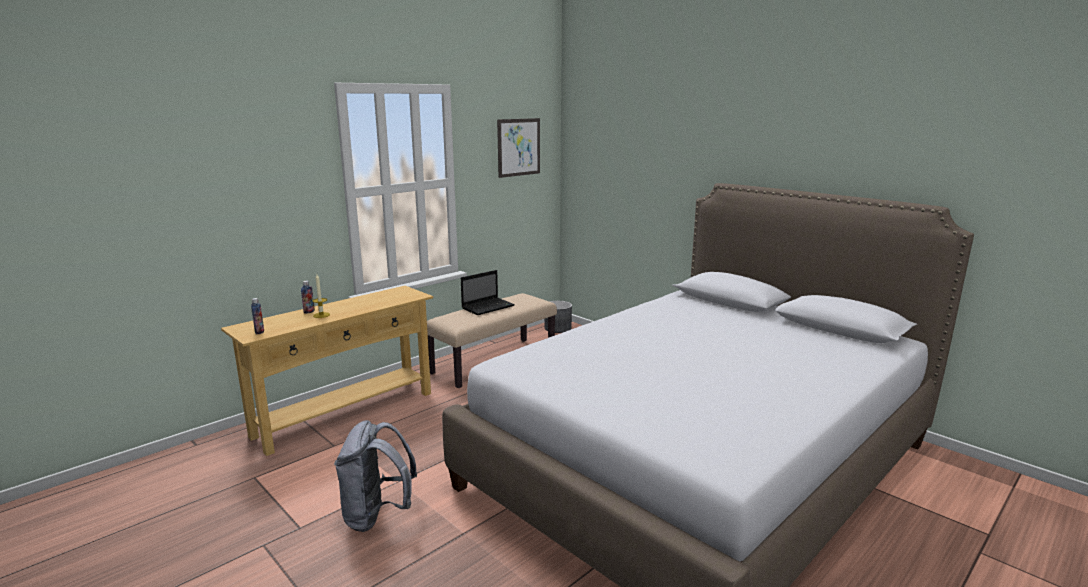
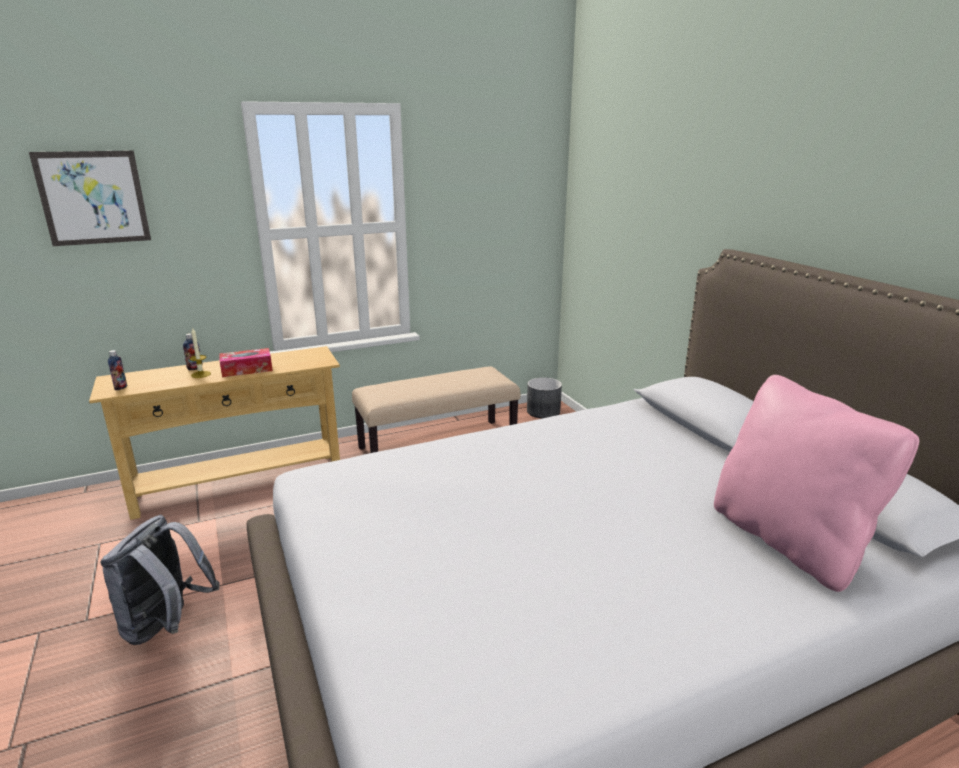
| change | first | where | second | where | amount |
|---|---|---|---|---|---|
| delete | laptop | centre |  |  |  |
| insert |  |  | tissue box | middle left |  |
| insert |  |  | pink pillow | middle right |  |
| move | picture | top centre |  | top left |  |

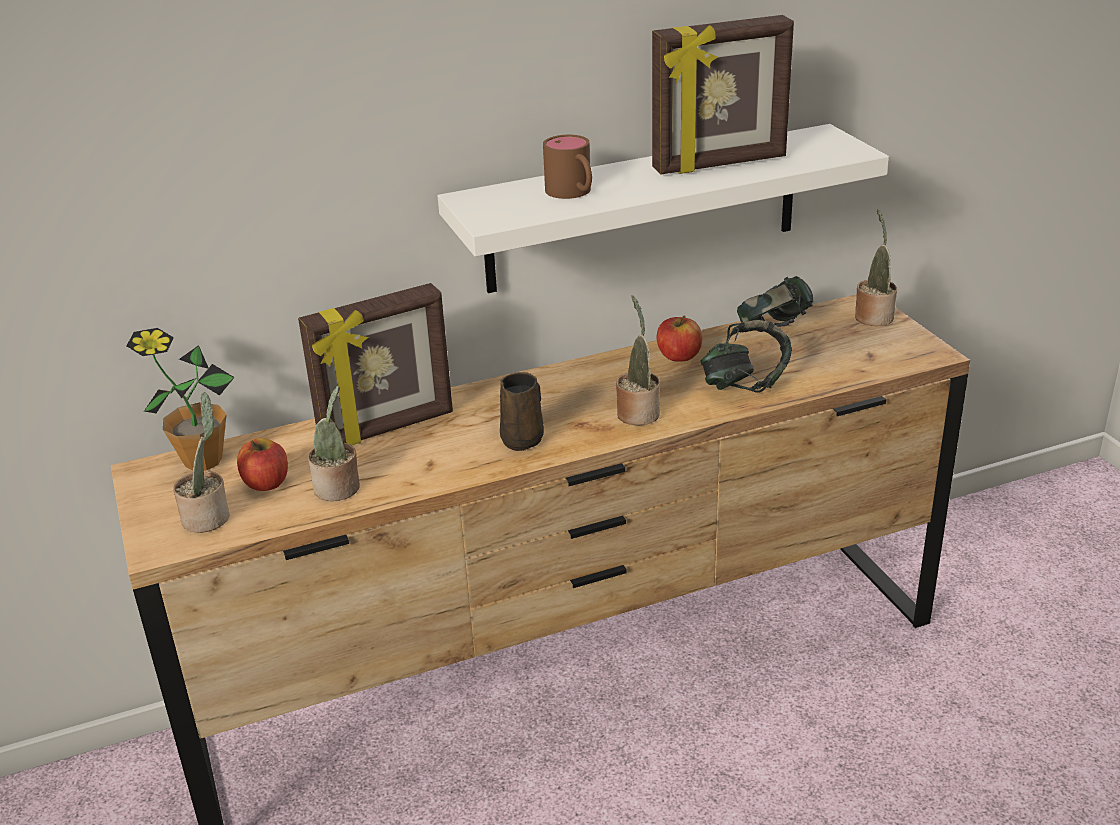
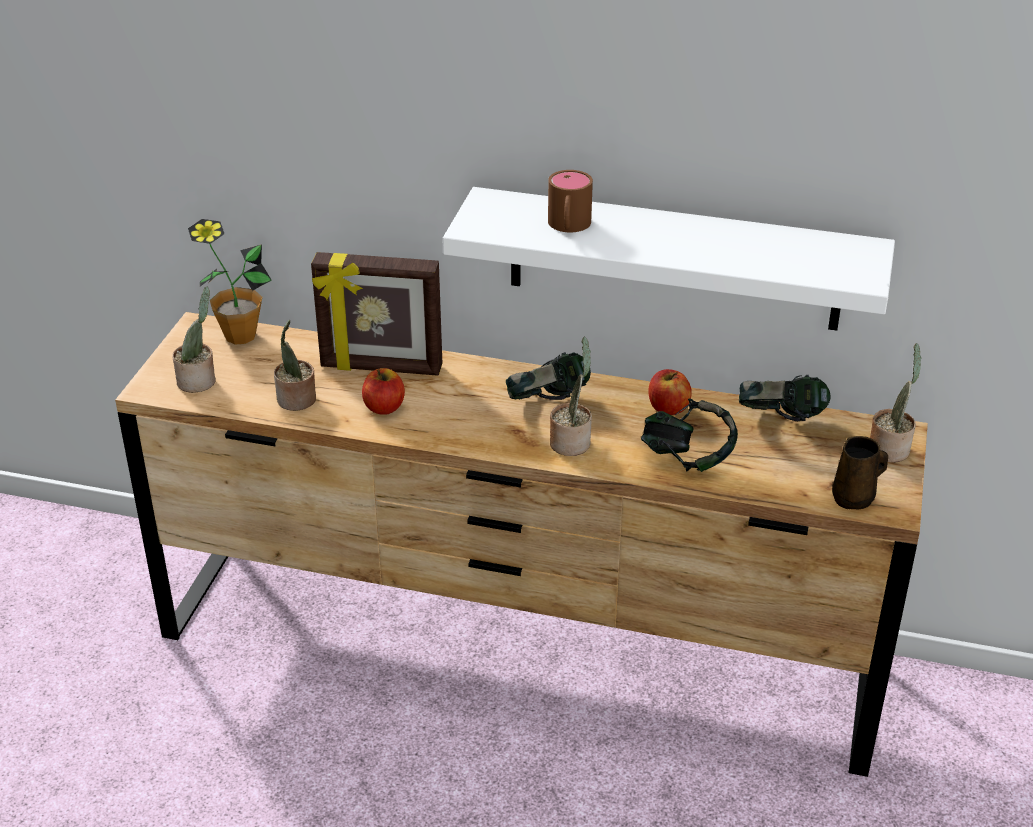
| change | first | where | second | where | amount |
|---|---|---|---|---|---|
| delete | picture frame (2nd from left) | top centre |  |  |  |
| insert |  |  | headphones (1st from left) | centre |  |
| move | apple (1st from left) | middle left |  | centre |  |
| move | brown mug (1st from left in the first image) | centre | brown mug (2nd from left) | middle right |  |

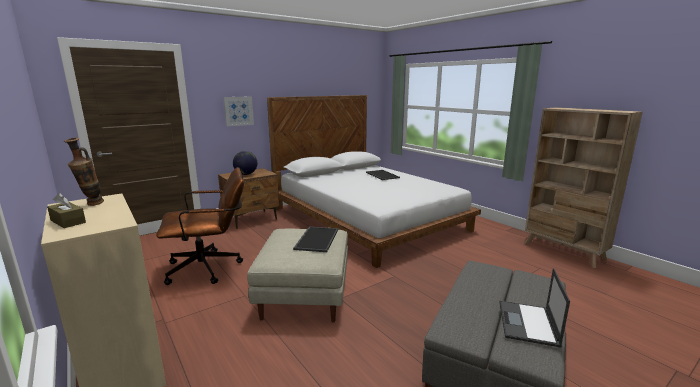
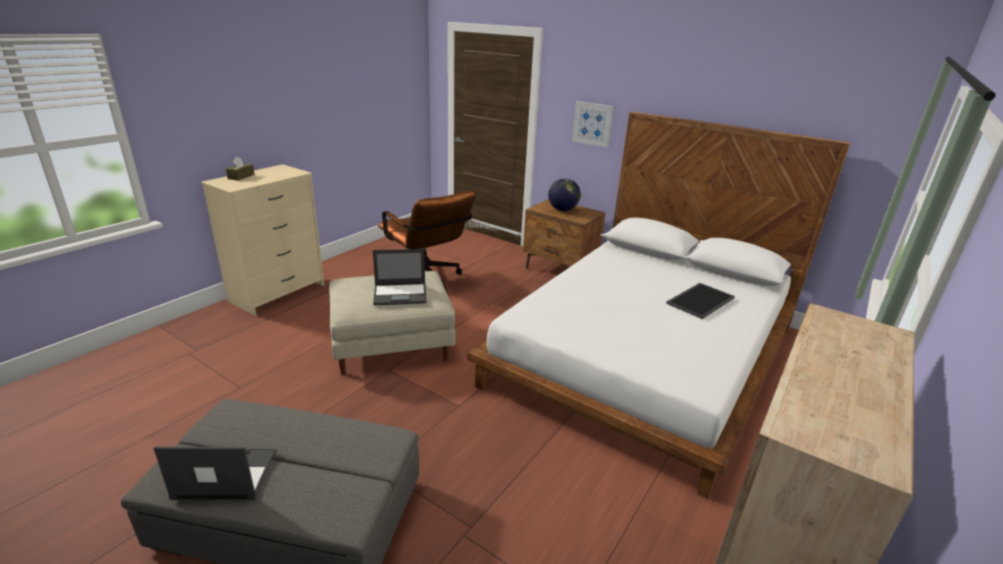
| change | first | where | second | where | amount |
|---|---|---|---|---|---|
| delete | vase | middle left |  |  |  |
| replace | tray (1st from left) | centre | laptop (2nd from left) | centre |  |

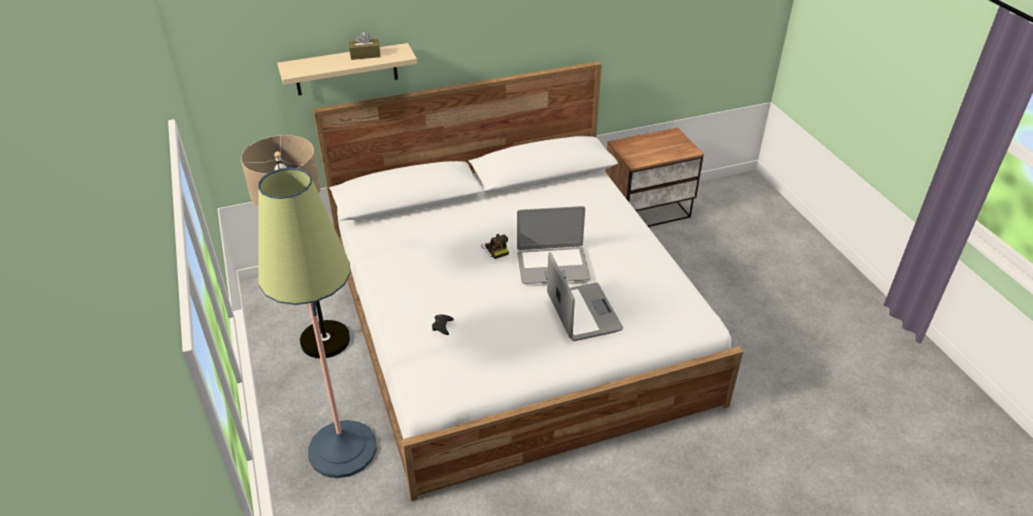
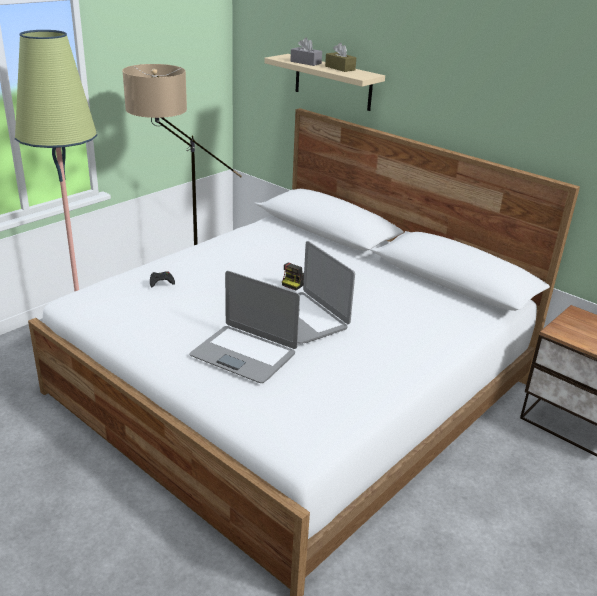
| change | first | where | second | where | amount |
|---|---|---|---|---|---|
| insert |  |  | grey tissue box | top centre |  |
| rotate | laptop (2nd from left in the first image) | centre | laptop (1st from left) | centre | 75 degrees clockwise |

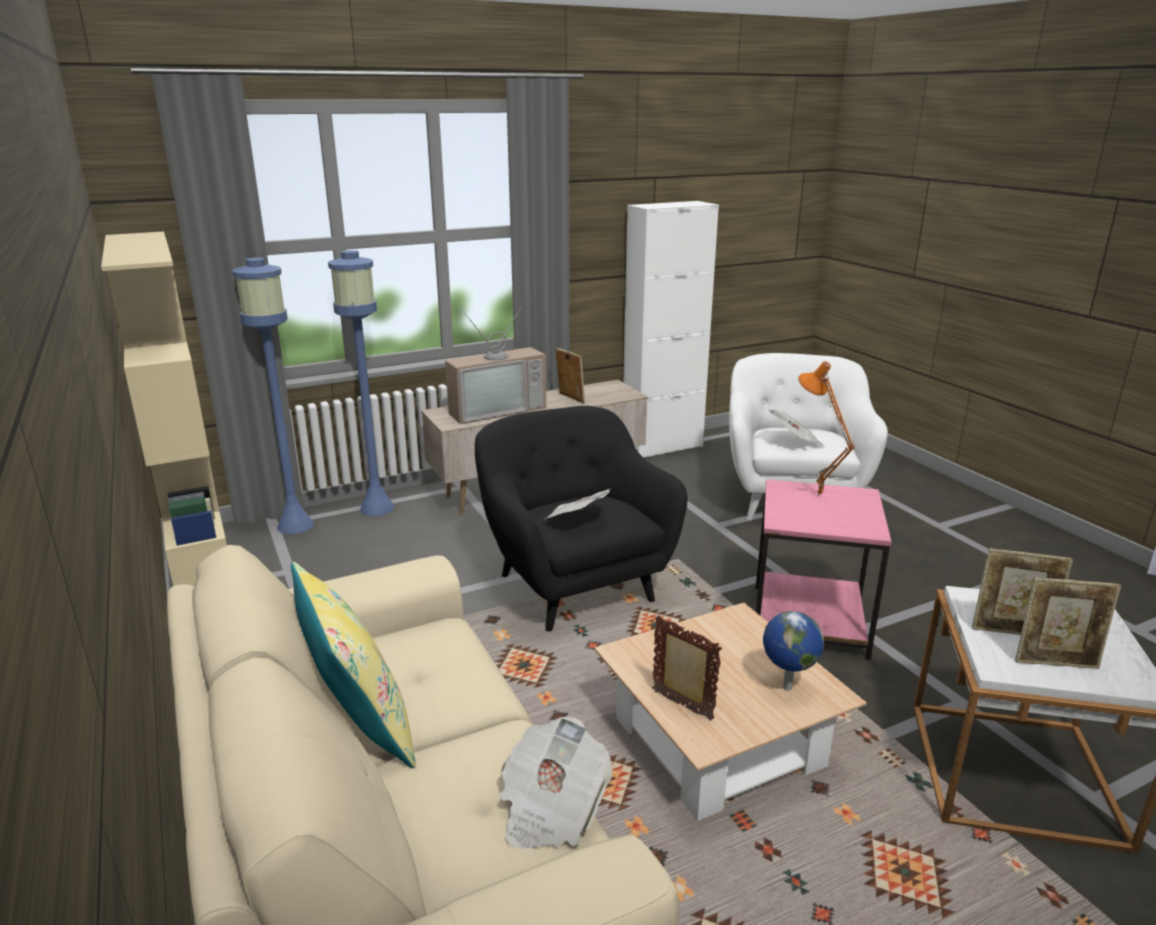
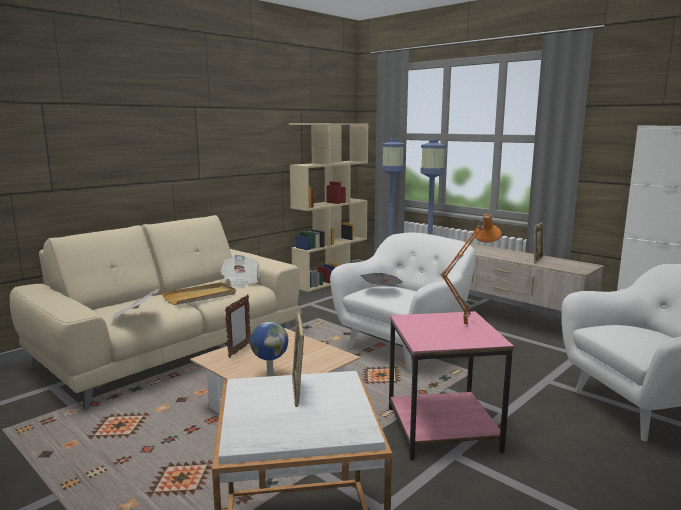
| change | first | where | second | where | amount |
|---|---|---|---|---|---|
| delete | yellow pillow | bottom left |  |  |  |
| delete | television | centre |  |  |  |
| delete | picture frame (4th from left) | bottom right |  |  |  |
| insert |  |  | beige tray | middle left |  |
| move | newspaper (3rd from left in the first image) | middle right | newspaper (2nd from left) | centre |  |
| recolor | black armchair | centre | white armchair (1st from left) | centre |  |

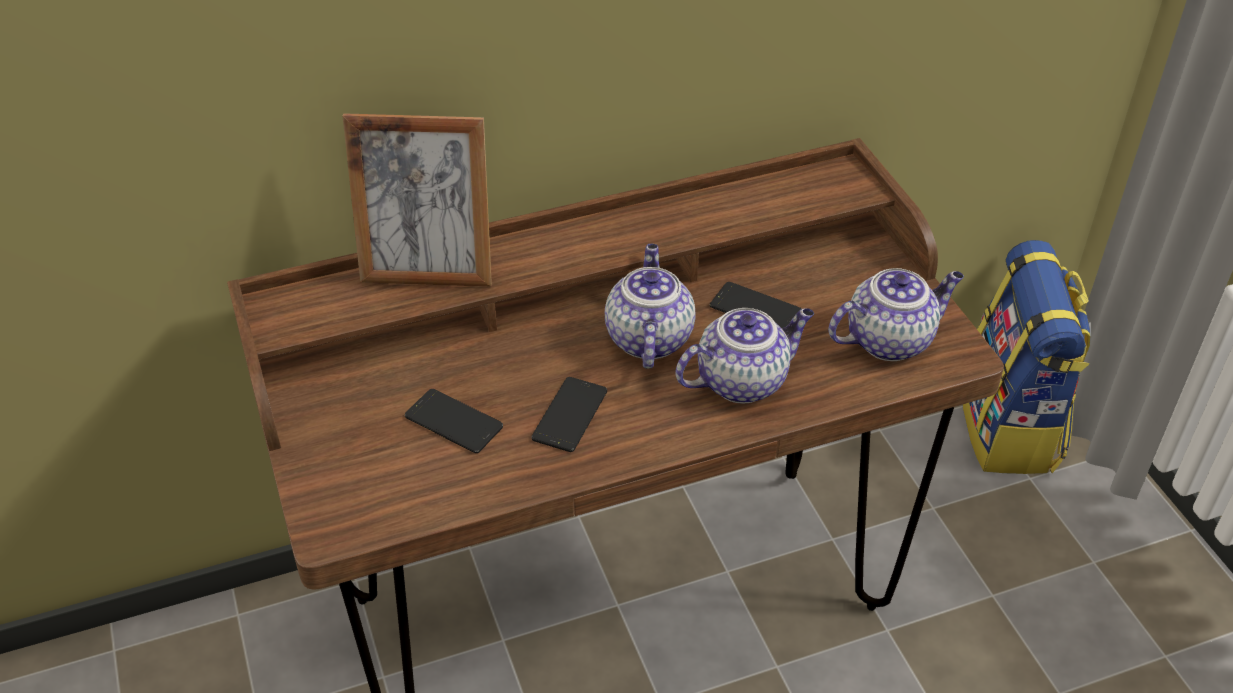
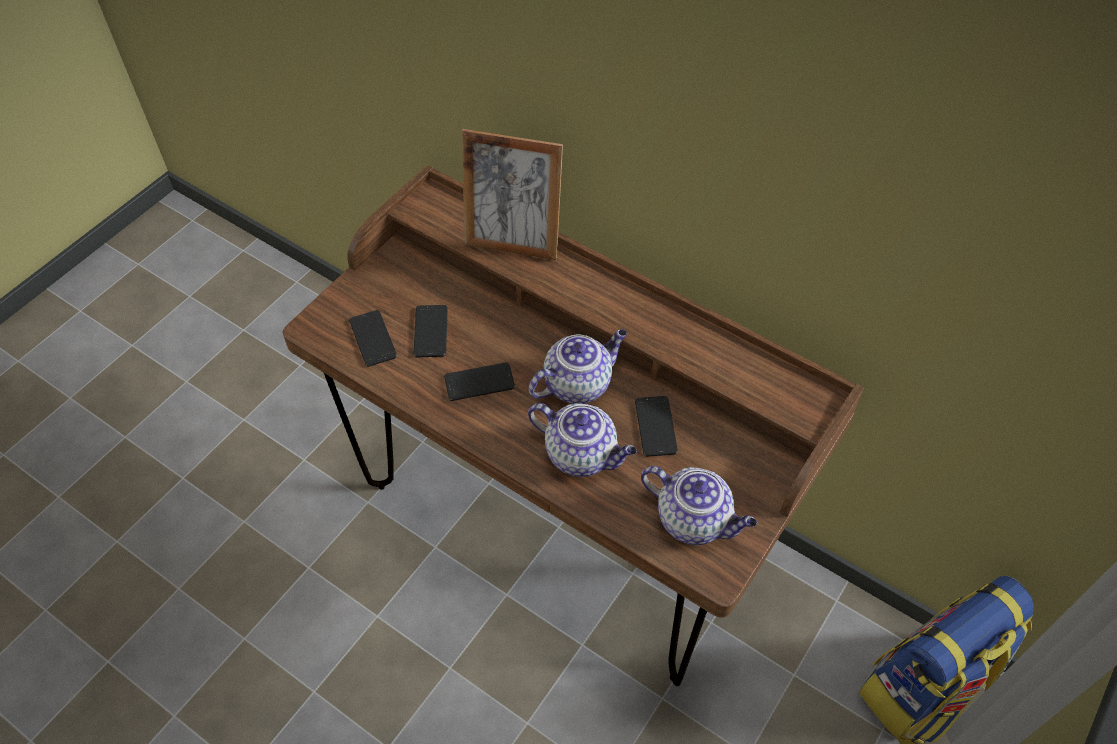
| change | first | where | second | where | amount |
|---|---|---|---|---|---|
| insert |  |  | phone (1st from left) | centre |  |
| rotate | picture frame | top centre |  | top centre | 45 degrees counterclockwise |

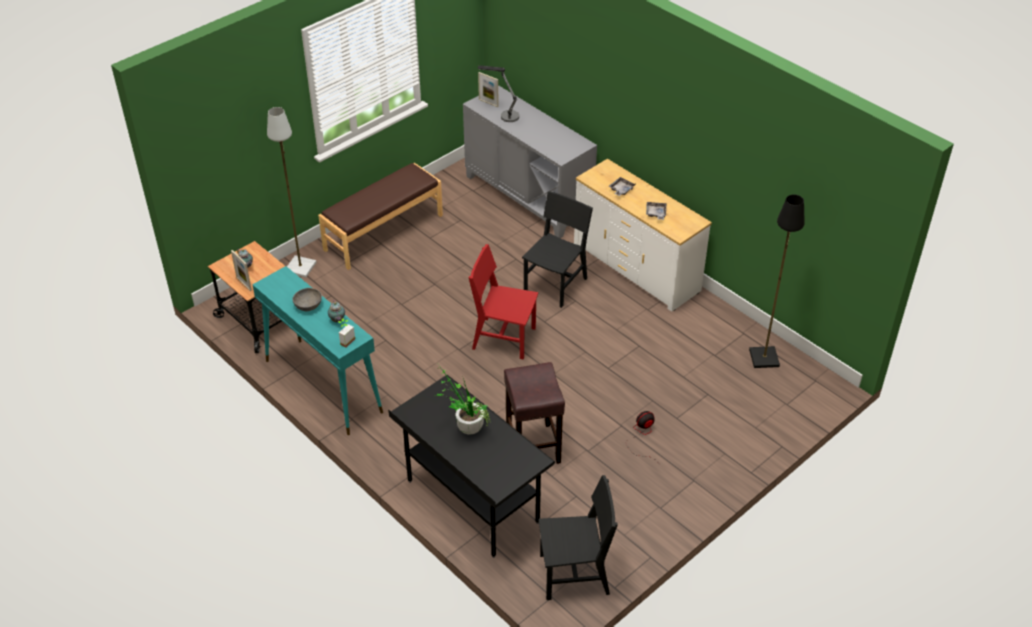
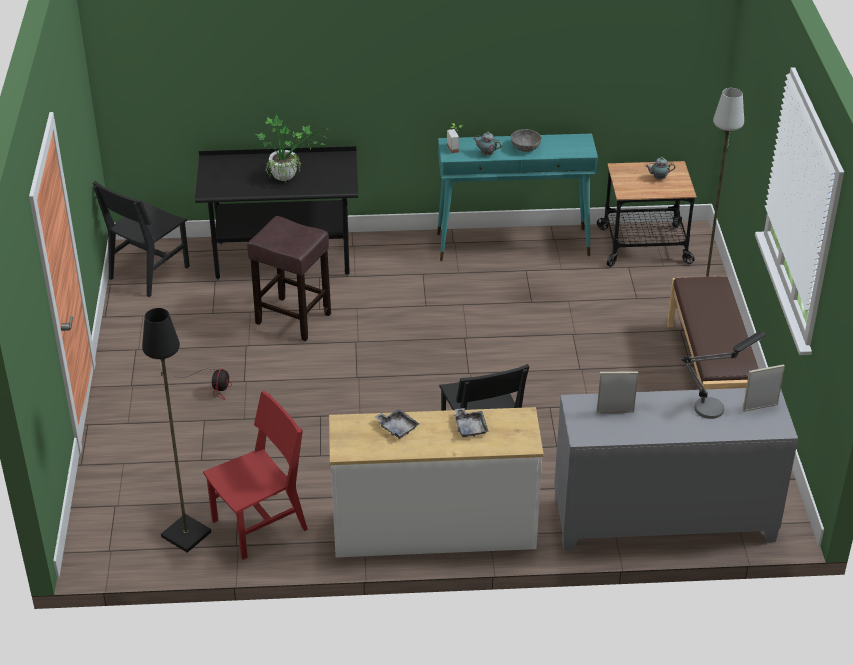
| change | first | where | second | where | amount |
|---|---|---|---|---|---|
| move | picture frame (1st from left) | middle left |  | middle right |  |
| move | red chair | centre |  | bottom left |  |

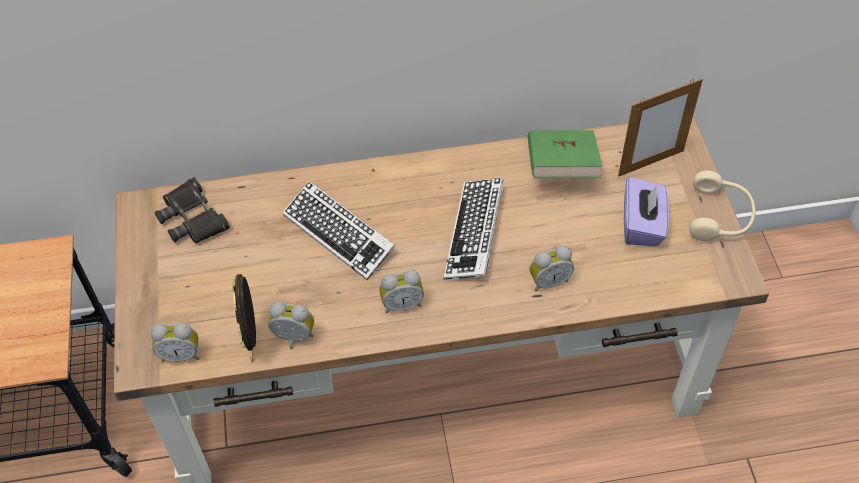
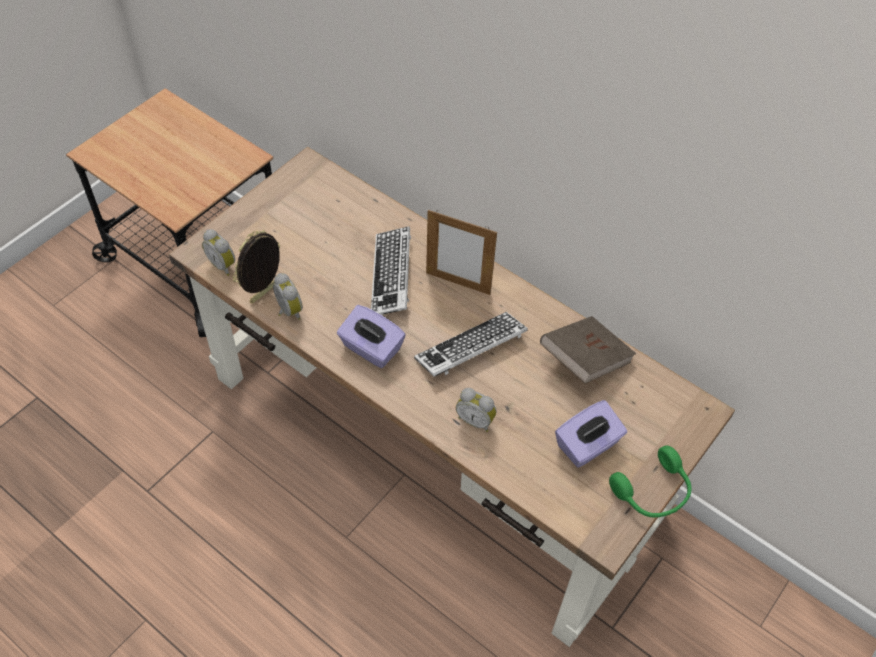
| change | first | where | second | where | amount |
|---|---|---|---|---|---|
| delete | black binoculars | middle left |  |  |  |
| move | picture frame (2nd from left) | top right |  | centre |  |
| replace | alarm clock (3rd from left) | centre | purple tissue box (1st from left) | centre |  |
| recolor | green book | top centre | brown book | middle right |  |
| recolor | beige headphones | middle right | green headphones | bottom right |  |

